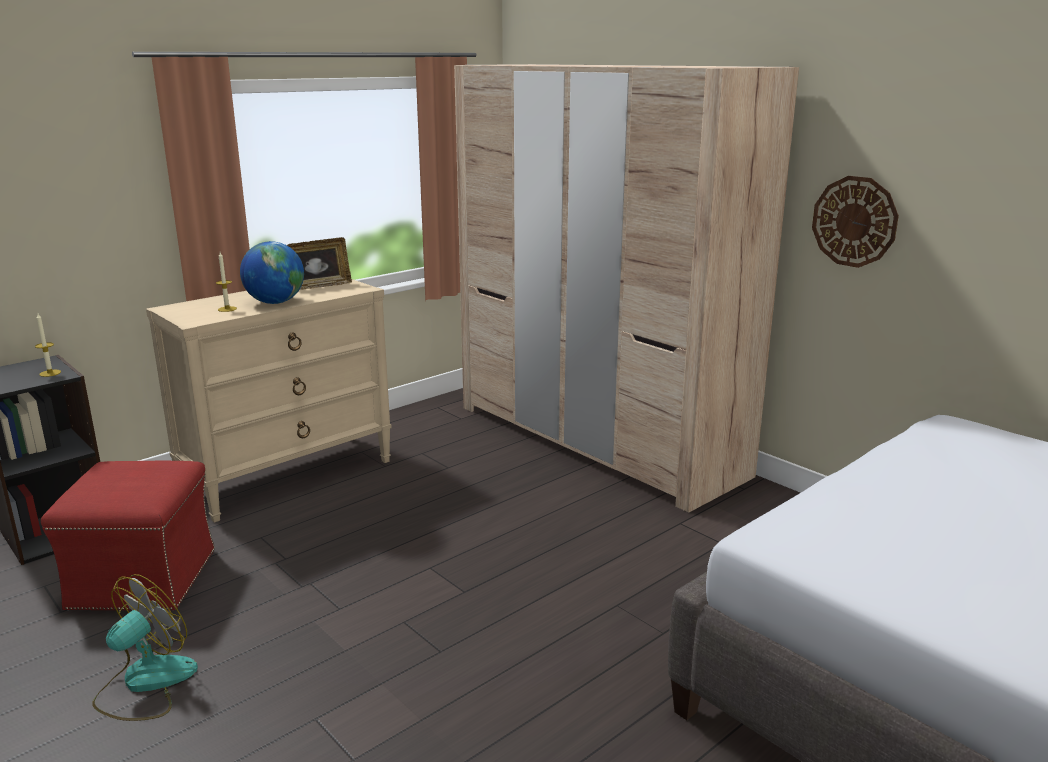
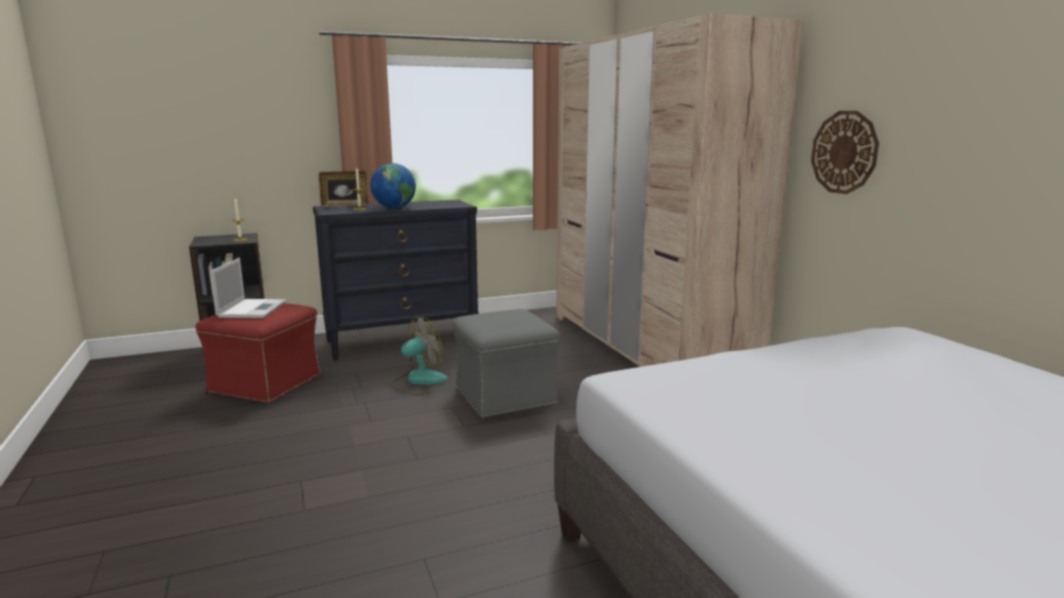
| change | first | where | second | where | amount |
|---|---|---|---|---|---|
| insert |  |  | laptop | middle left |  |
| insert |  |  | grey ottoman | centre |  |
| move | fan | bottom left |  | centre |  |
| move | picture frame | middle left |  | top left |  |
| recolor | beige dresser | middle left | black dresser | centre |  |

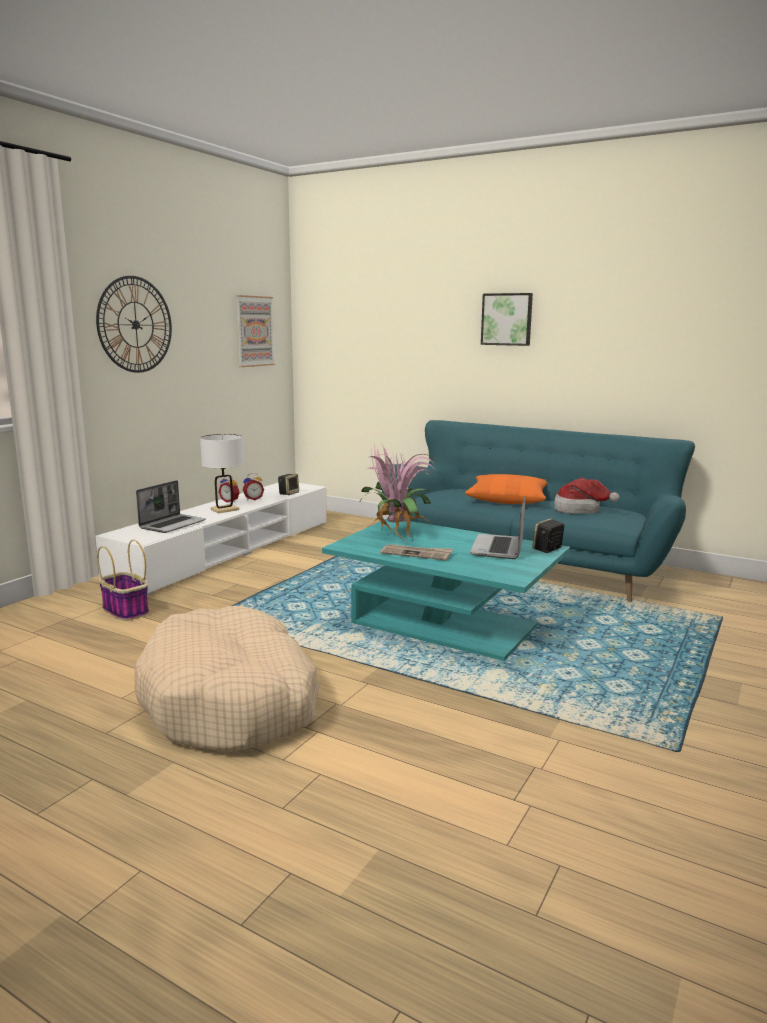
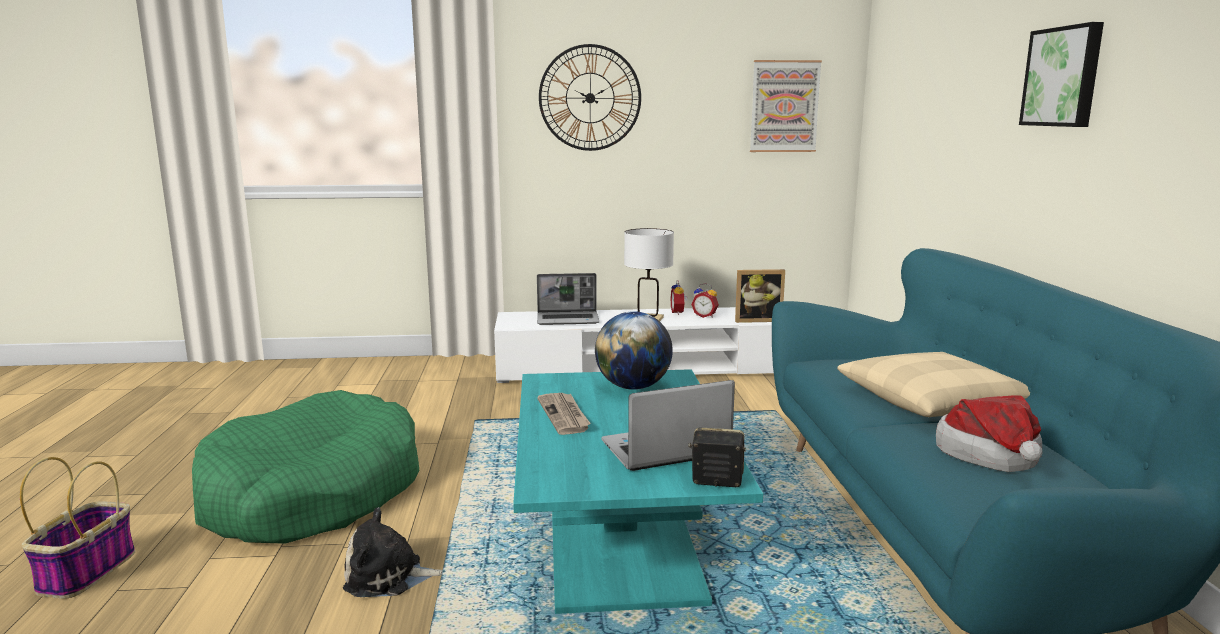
| change | first | where | second | where | amount |
|---|---|---|---|---|---|
| insert |  |  | plush toy | bottom left |  |
| move | basket | middle left |  | bottom left |  |
| replace | speaker (1st from left) | centre | picture frame | centre |  |
| replace | potted plant | centre | globe | centre |  |
| recolor | beige dog bed | middle left | green dog bed | bottom left |  |
| recolor | orange pillow | centre | beige pillow | middle right |  |

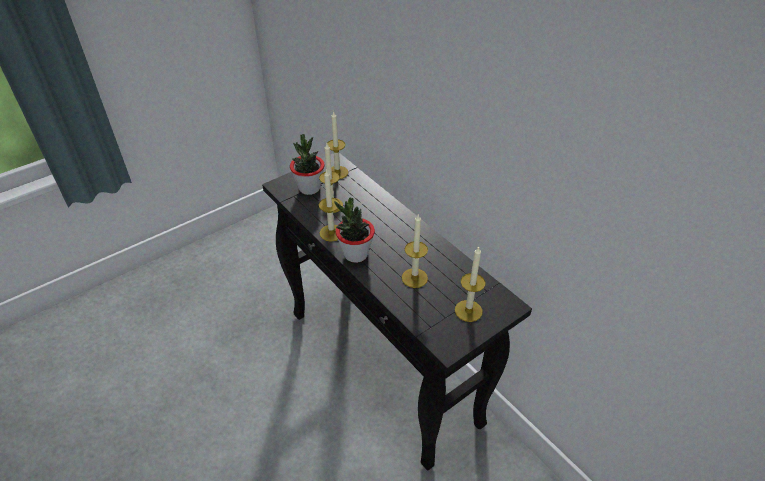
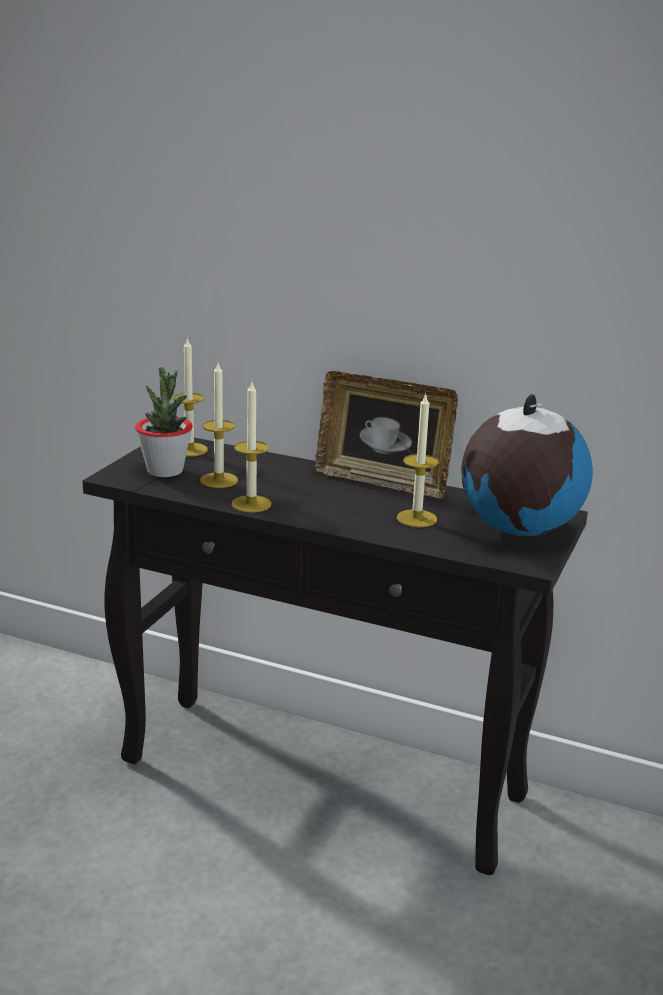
| change | first | where | second | where | amount |
|---|---|---|---|---|---|
| delete | potted plant (2nd from left) | centre |  |  |  |
| insert |  |  | picture frame | centre |  |
| replace | candle (5th from left) | centre | globe | middle right |  |

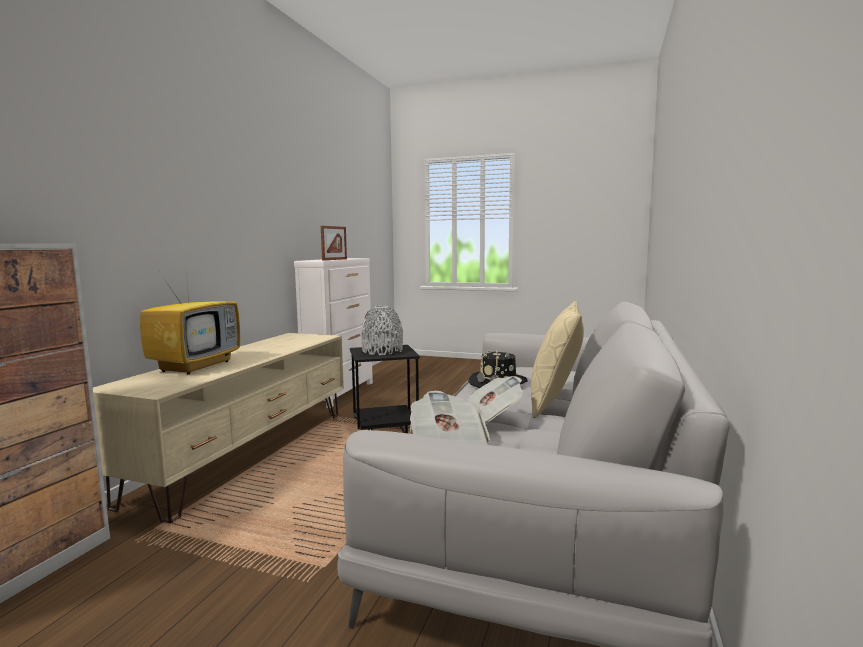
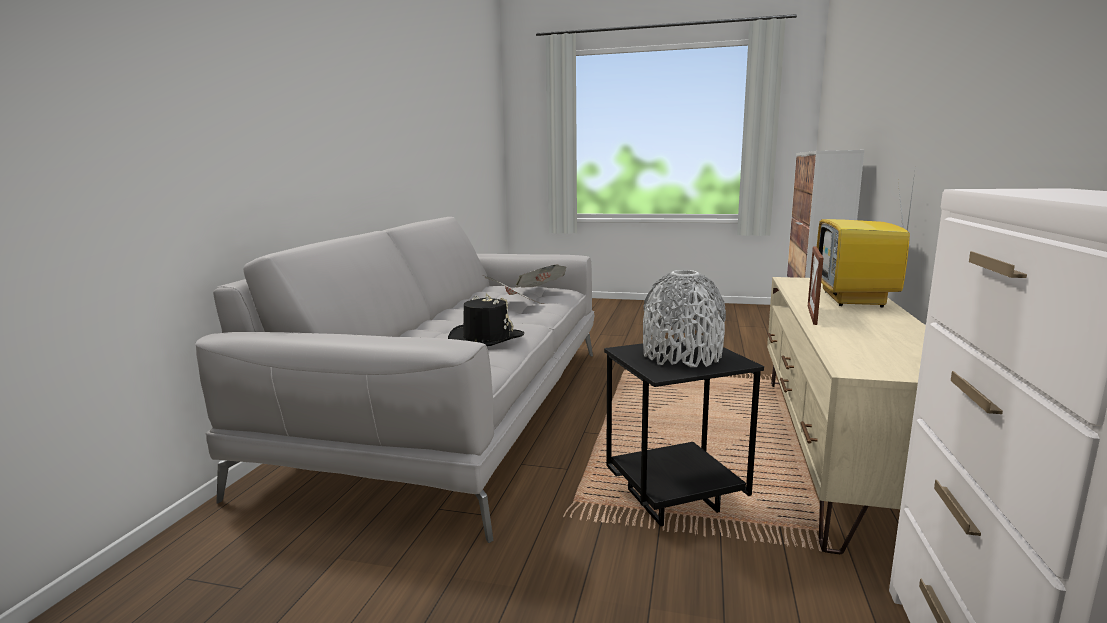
| change | first | where | second | where | amount |
|---|---|---|---|---|---|
| delete | beige pillow | centre |  |  |  |
| move | picture frame | centre |  | middle right |  |

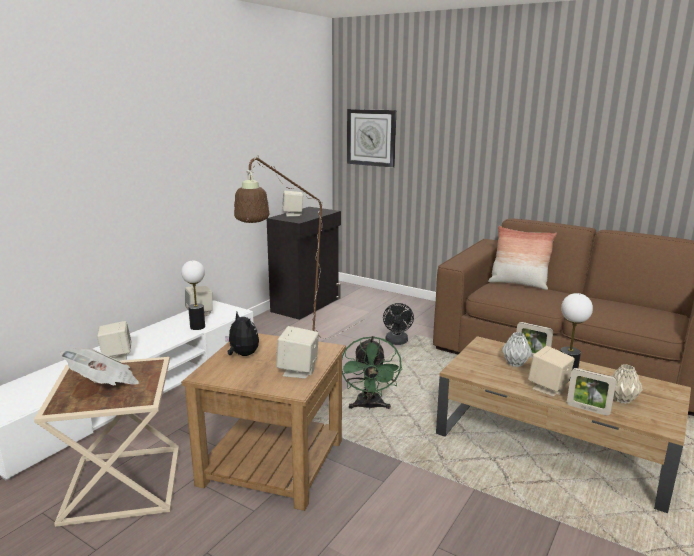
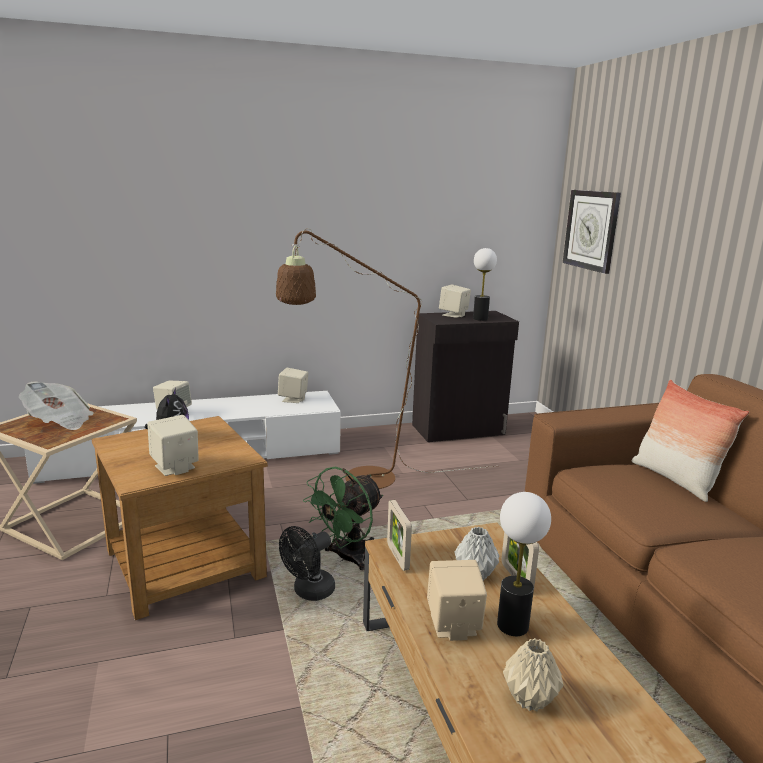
| change | first | where | second | where | amount |
|---|---|---|---|---|---|
| move | table lamp (1st from left) | middle left |  | centre |  |
| move | black fan | centre |  | bottom centre |  |
| move | picture frame (2nd from left in the first image) | bottom right | picture frame (1st from left) | bottom centre |  |

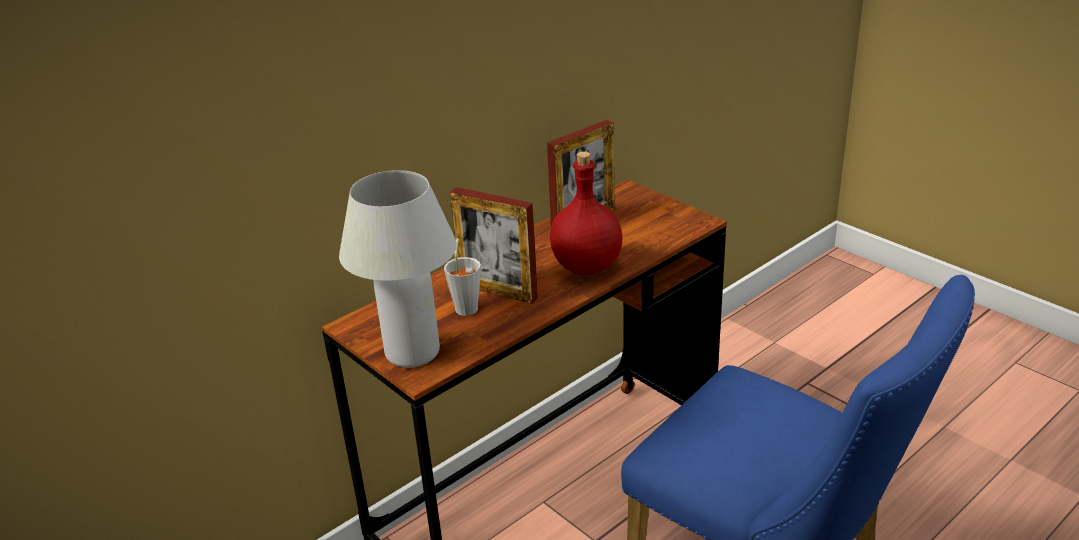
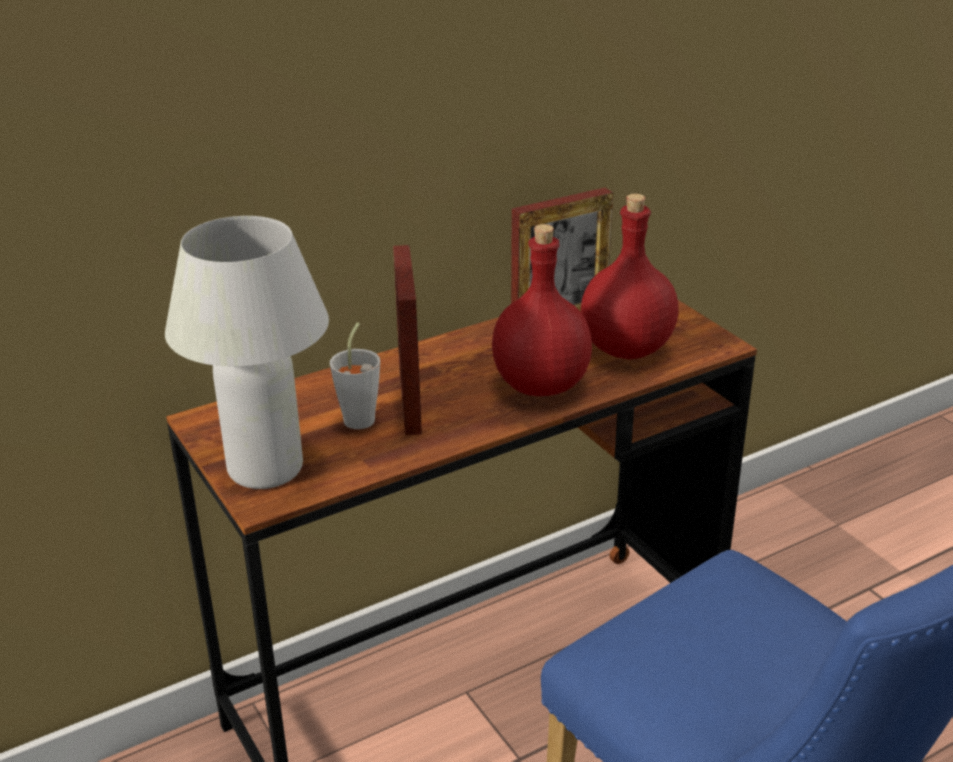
| change | first | where | second | where | amount |
|---|---|---|---|---|---|
| insert |  |  | red bottle (2nd from left) | centre |  |
| rotate | picture frame (1st from left) | centre |  | centre | 135 degrees counterclockwise |

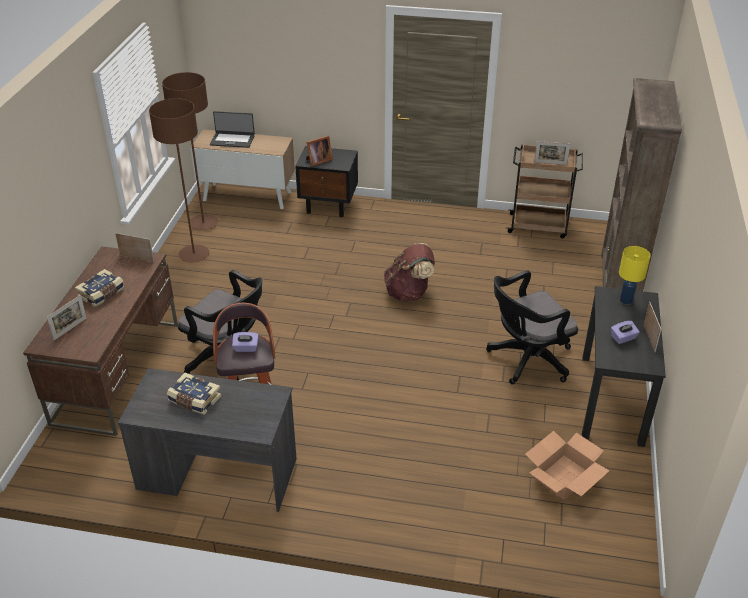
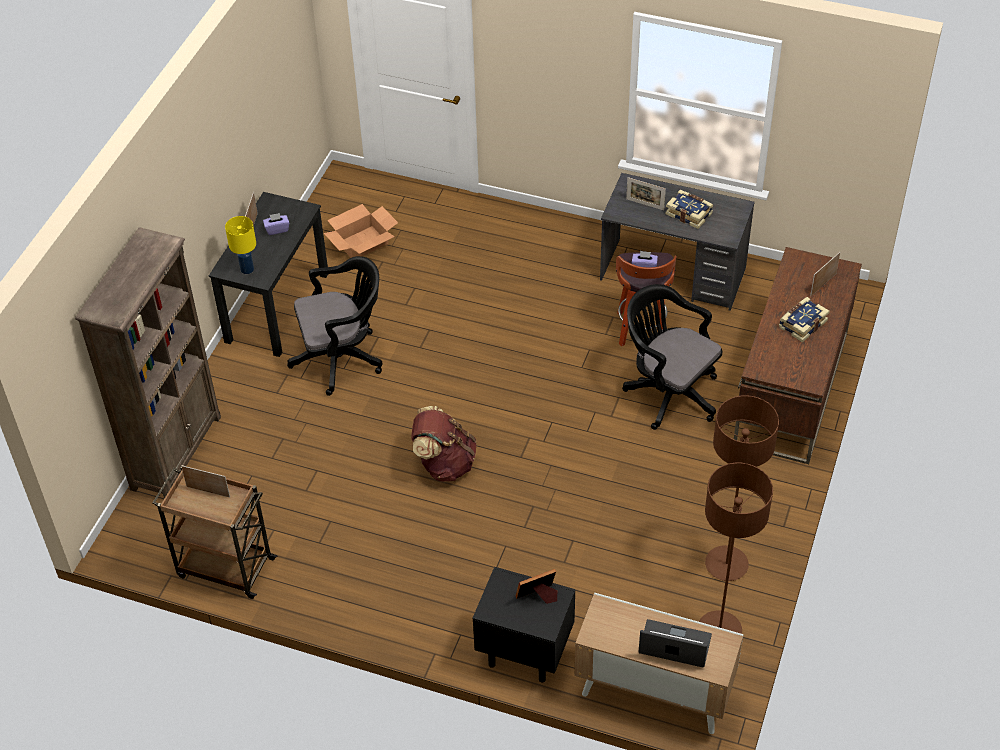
| change | first | where | second | where | amount |
|---|---|---|---|---|---|
| move | picture frame (2nd from left in the first image) | middle left | picture frame (4th from left) | top centre |  |

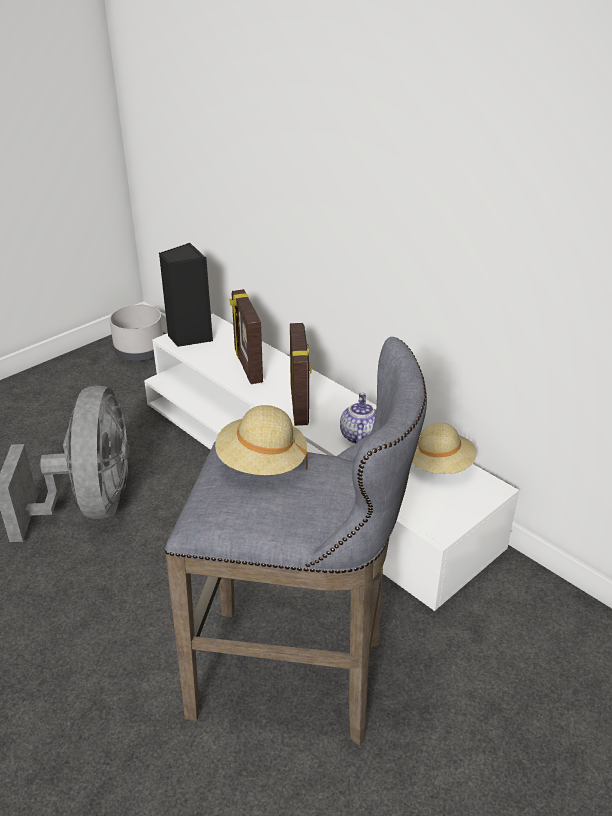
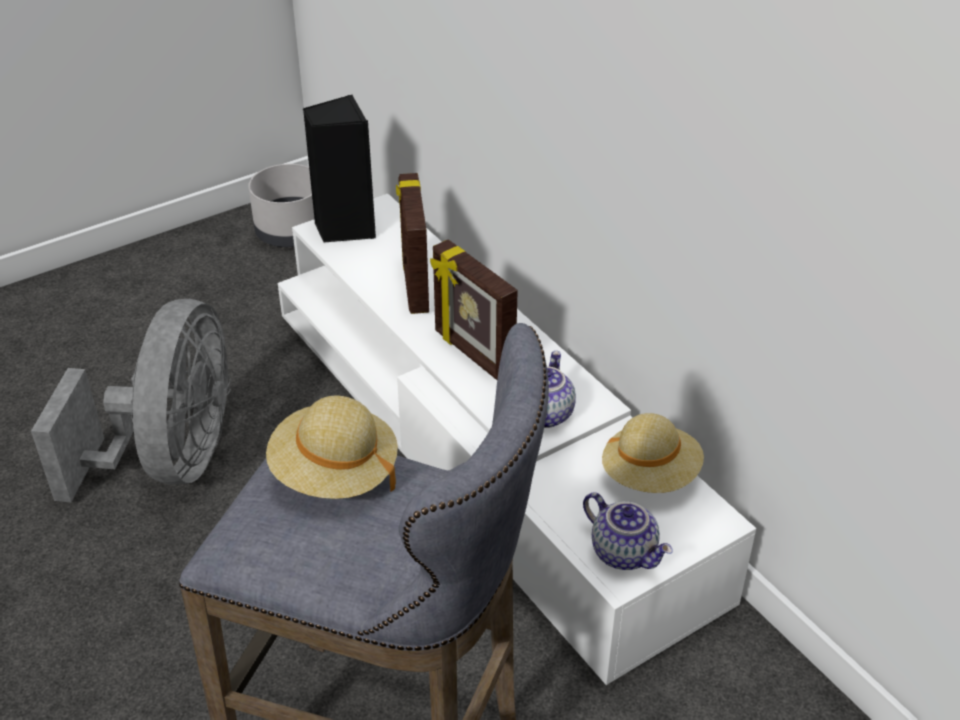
| change | first | where | second | where | amount |
|---|---|---|---|---|---|
| insert |  |  | teapot (2nd from left) | bottom centre |  |
| rotate | picture frame (2nd from left) | centre |  | centre | 135 degrees clockwise |

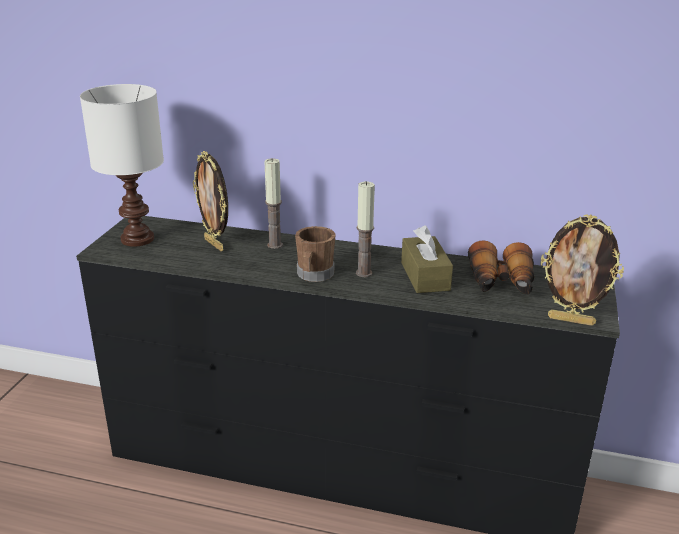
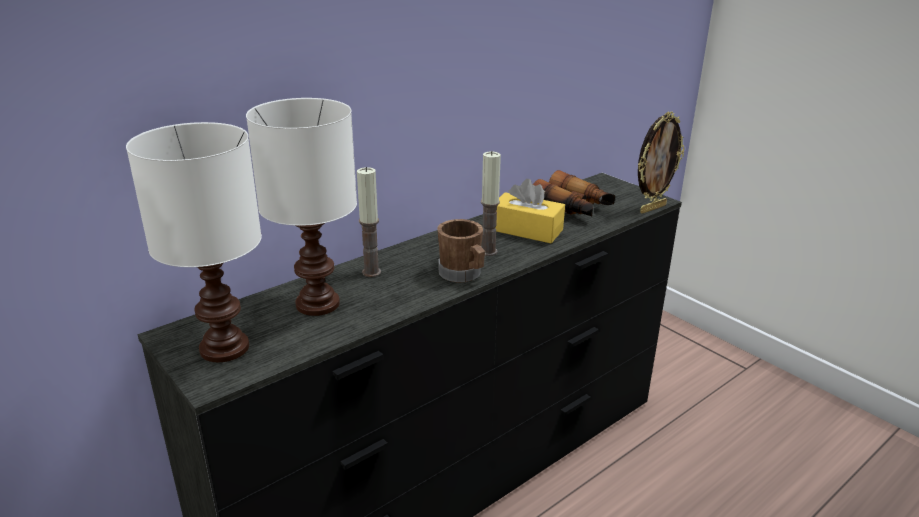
| change | first | where | second | where | amount |
|---|---|---|---|---|---|
| replace | picture frame (1st from left) | middle left | white table lamp (2nd from left) | middle left |  |
| recolor | brown tissue box | centre | yellow tissue box | centre |  |

